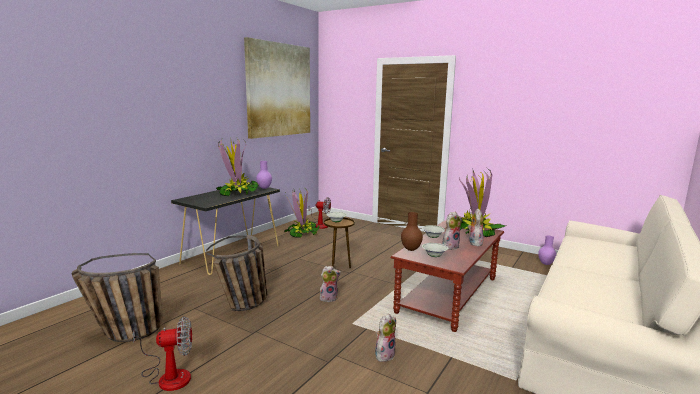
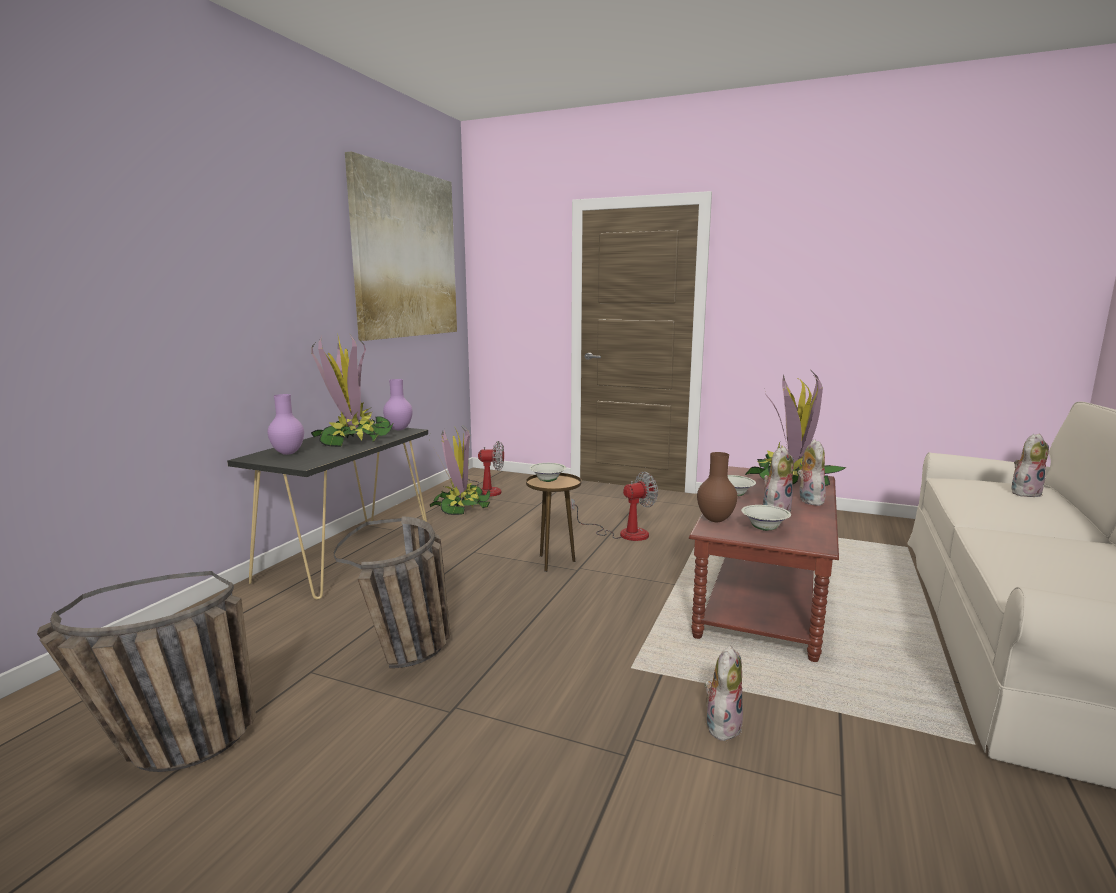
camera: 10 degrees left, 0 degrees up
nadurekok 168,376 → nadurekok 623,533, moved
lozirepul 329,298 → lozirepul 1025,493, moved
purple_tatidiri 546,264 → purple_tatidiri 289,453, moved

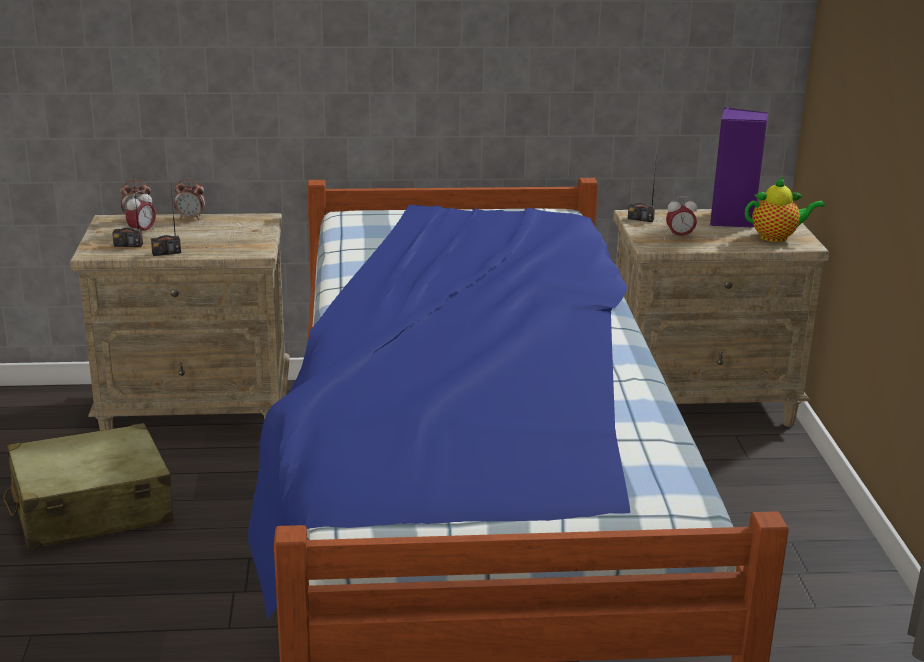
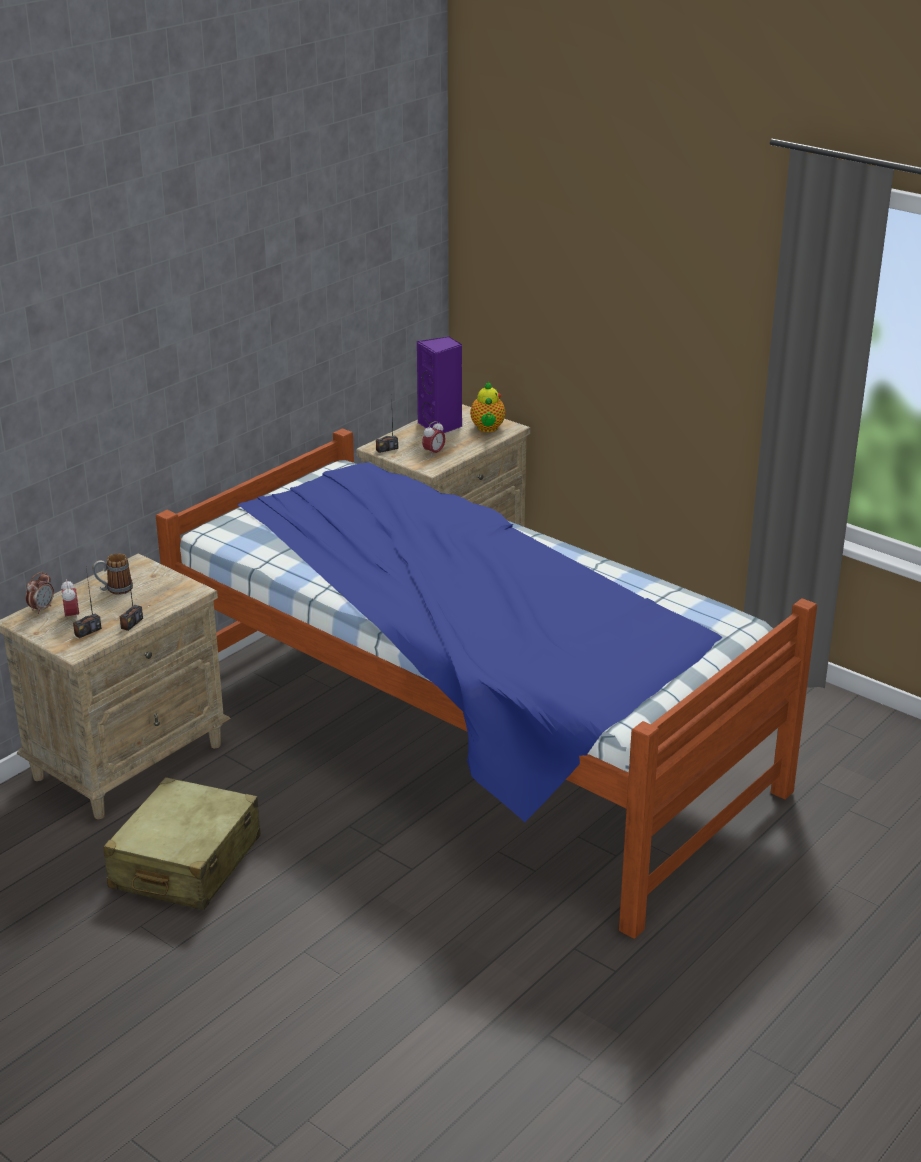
camera: 45 degrees left, 5 degrees up
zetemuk 191,218 → -
- → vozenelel 114,590
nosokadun 777,237 → nosokadun 487,429, 135 degrees clockwise

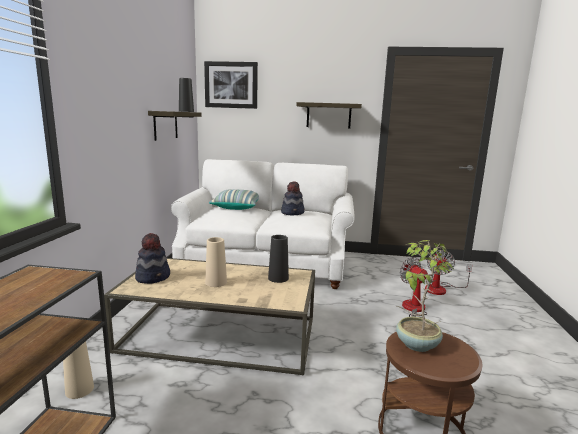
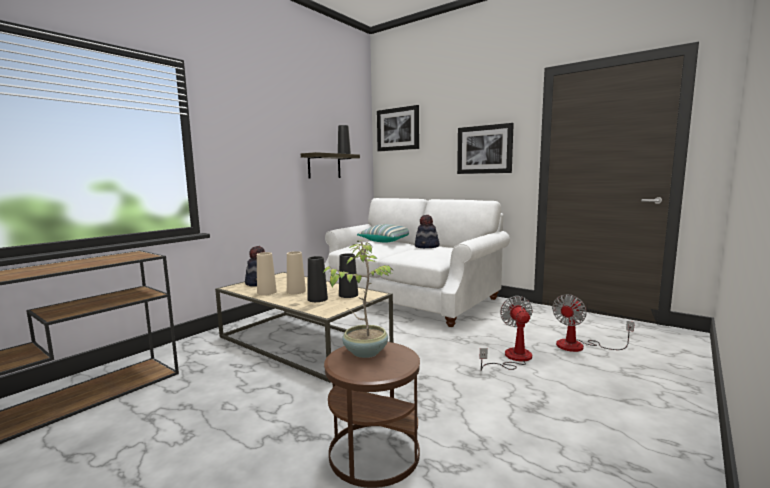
camera: 30 degrees right, 5 degrees down
- → black_tatidiri 317,299
beige_tatidiri 79,390 → beige_tatidiri 266,292, moved
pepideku 328,115 → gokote 484,149

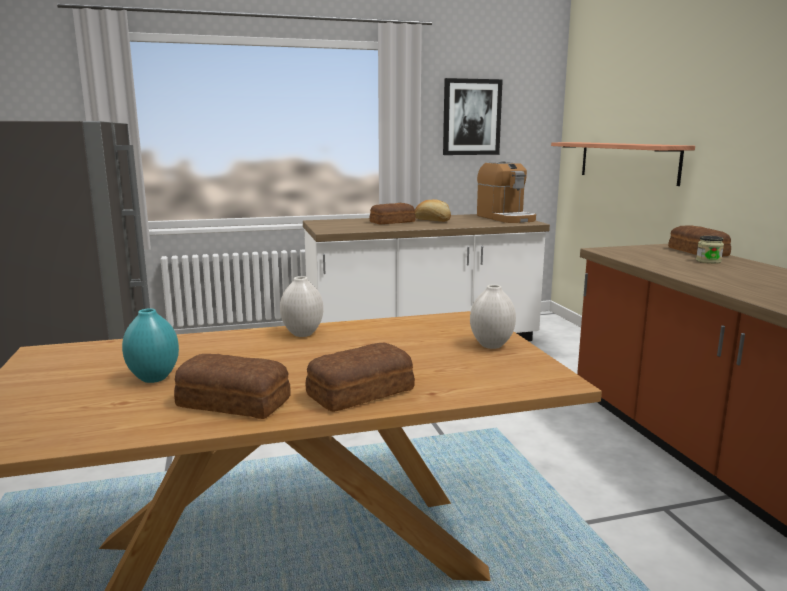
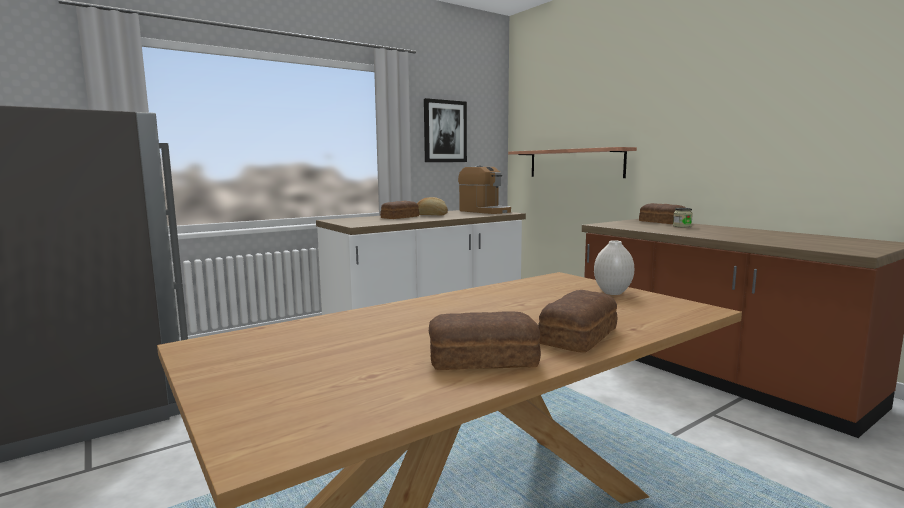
camera: 20 degrees left, 5 degrees down
turquoise_tatidiri 153,378 → -
white_tatidiri 303,334 → -

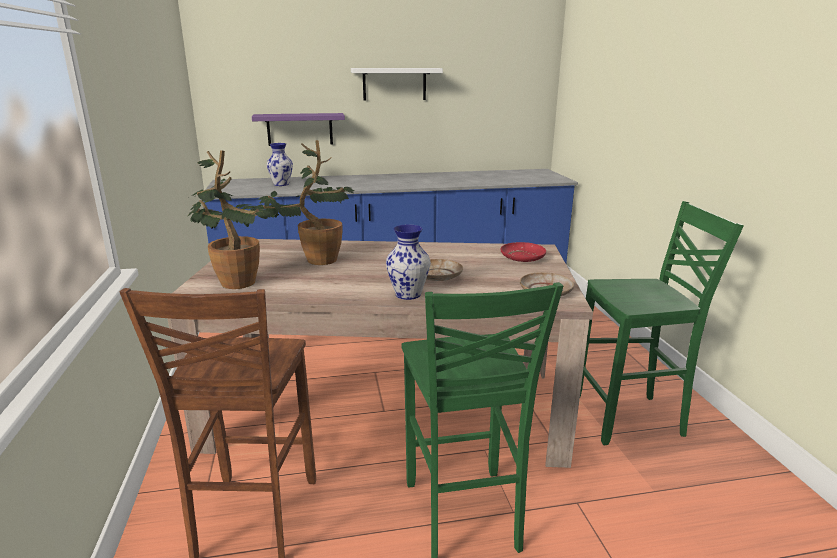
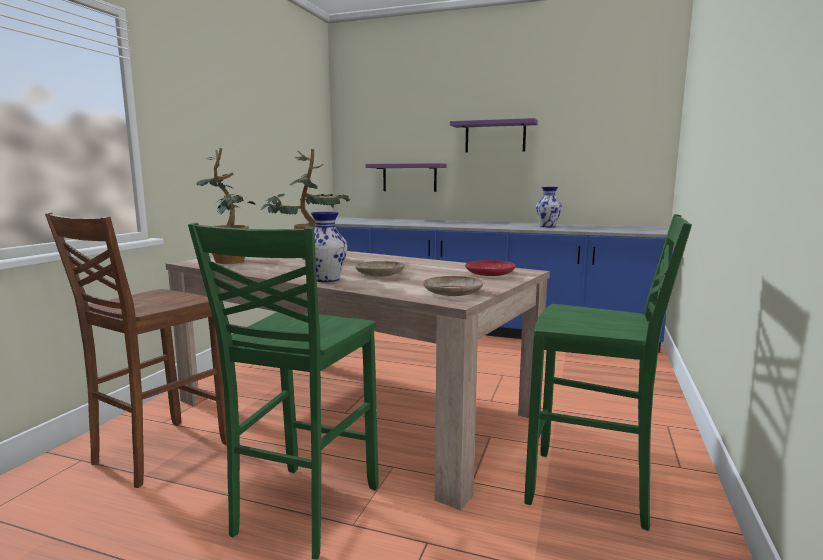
camera: 30 degrees right, 10 degrees down
tatidiri 281,184 → tatidiri 547,226, moved
white_pepideku 394,84 → purple_pepideku 495,137

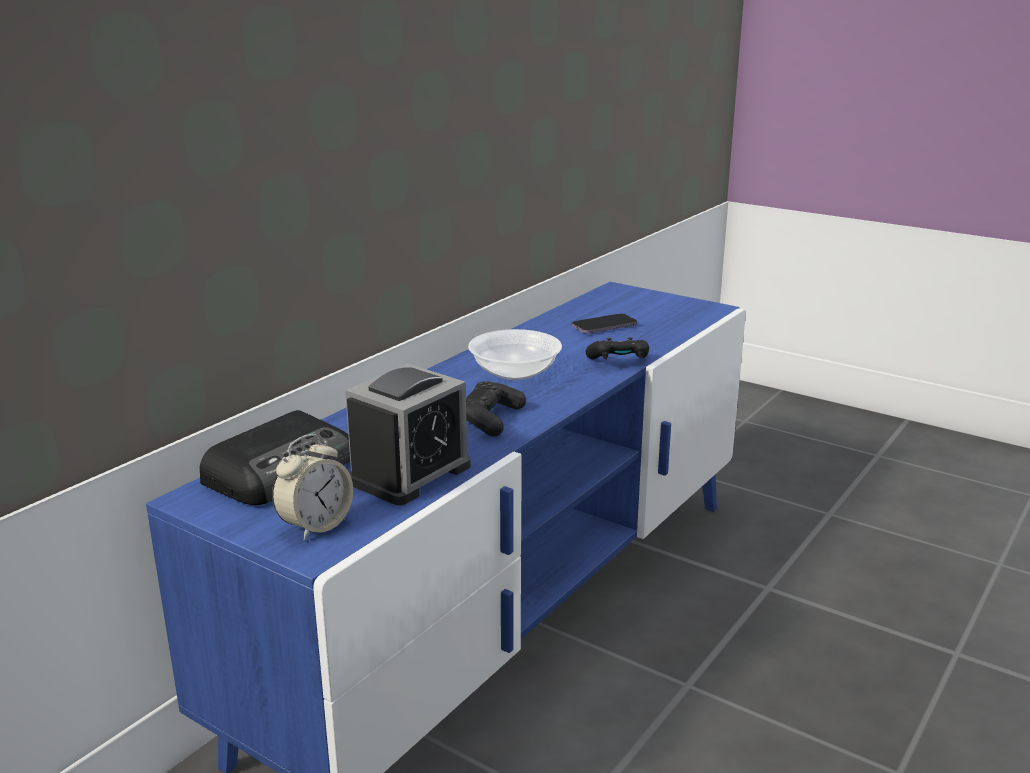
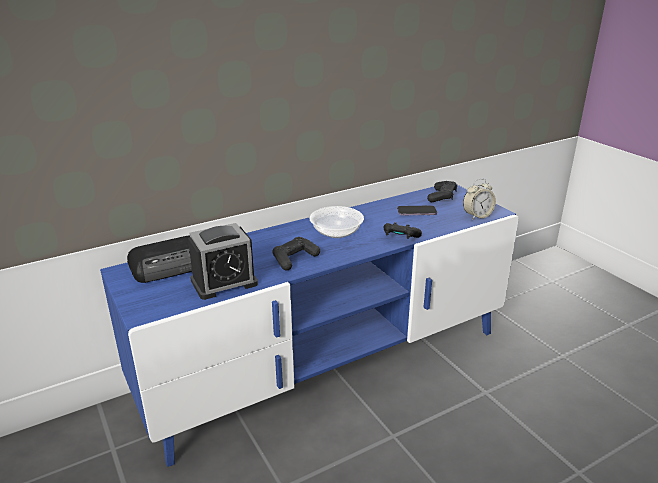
camera: 25 degrees right, 5 degrees up
- → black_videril 442,197
zetemuk 315,526 → zetemuk 477,216, moved

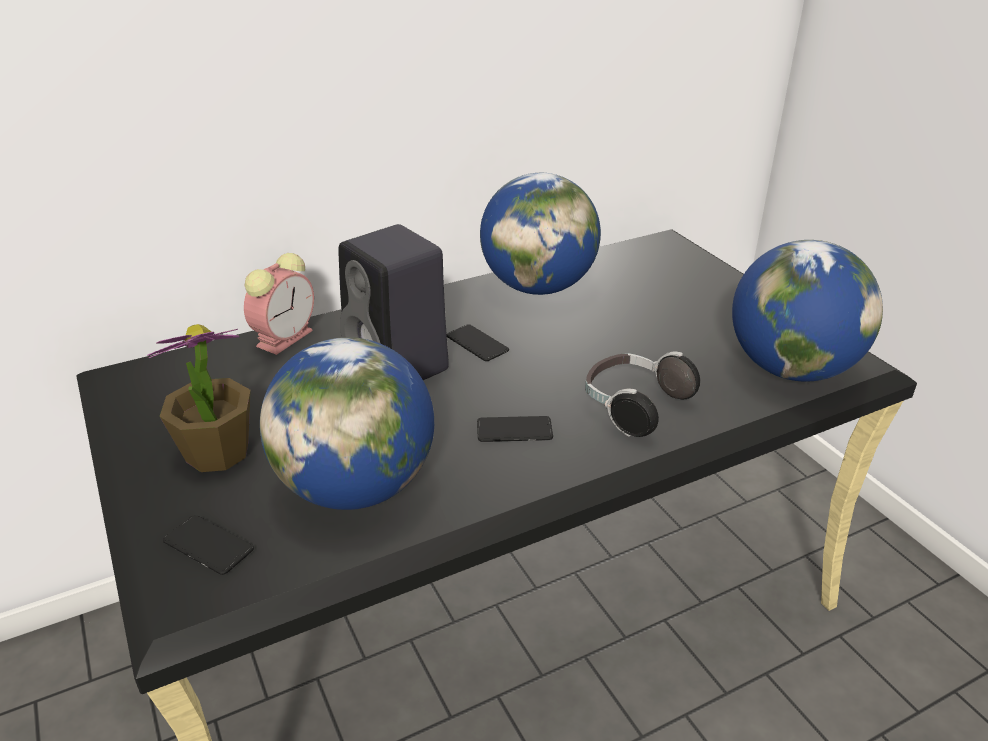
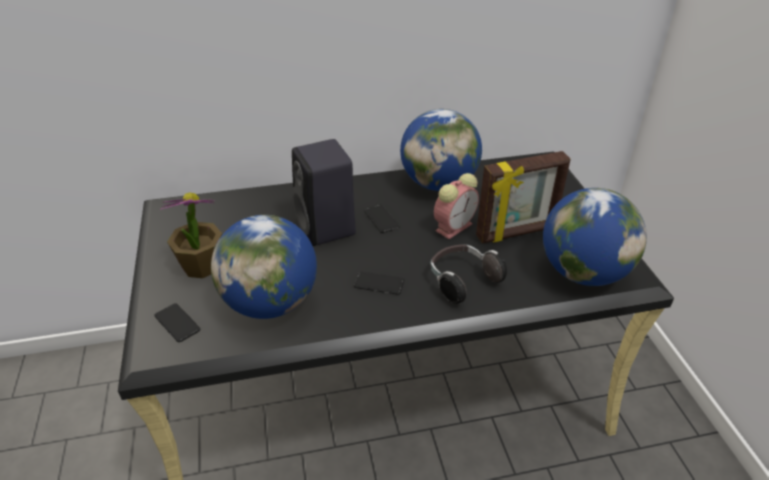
camera: 15 degrees right, 5 degrees up
- → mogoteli 516,233
zetemuk 286,337 → zetemuk 454,226, moved

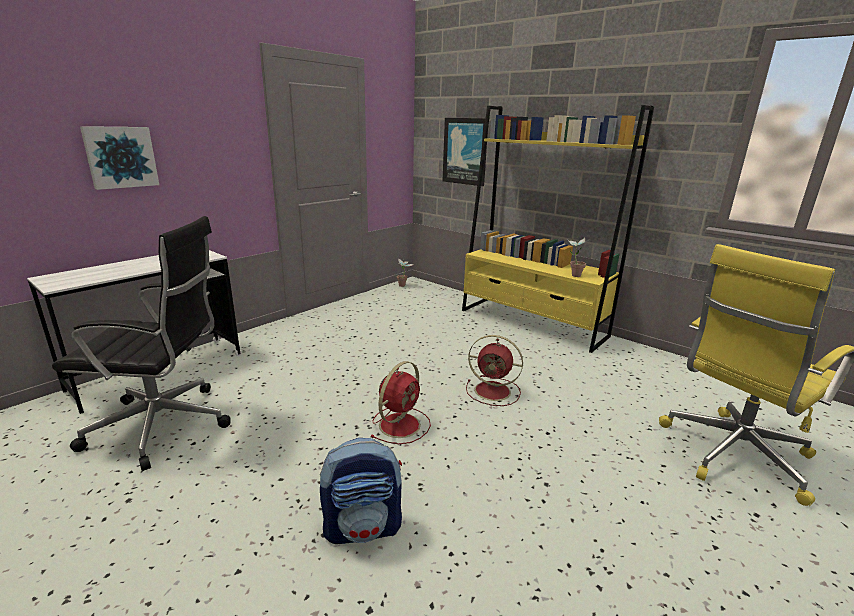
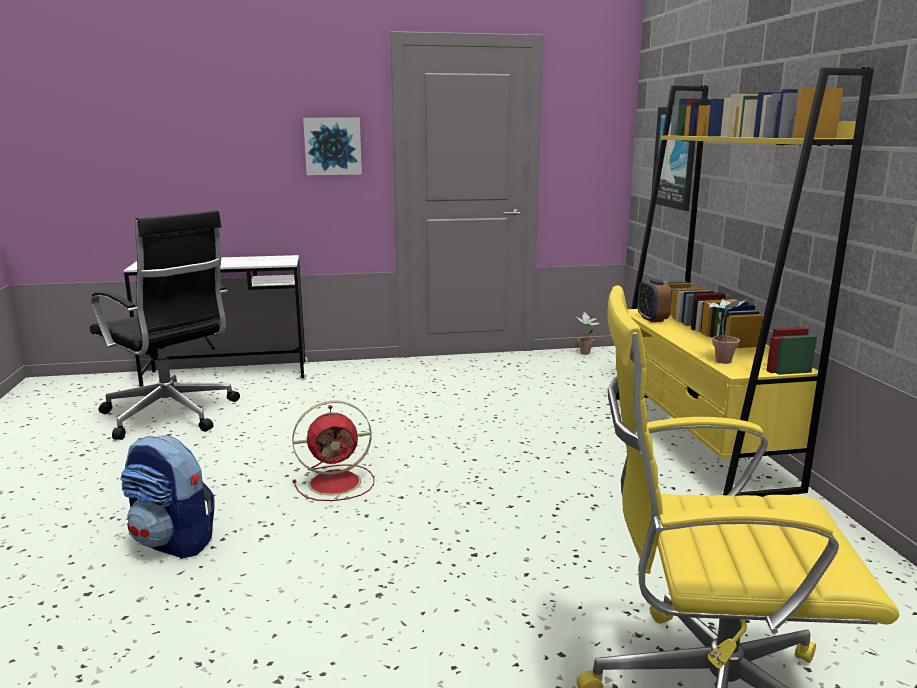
camera: 40 degrees right, 5 degrees down
red_nadurekok 494,391 → -
- → zetemuk 652,319
gokote 120,157 → gokote 332,146, moved

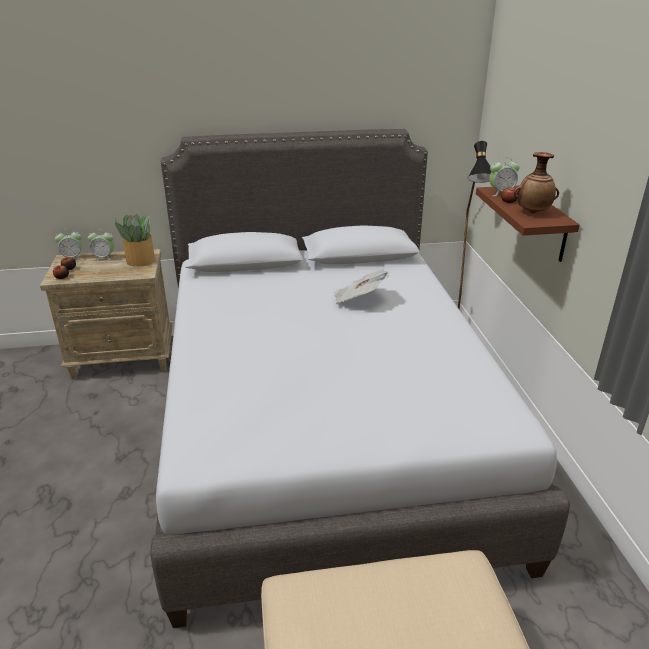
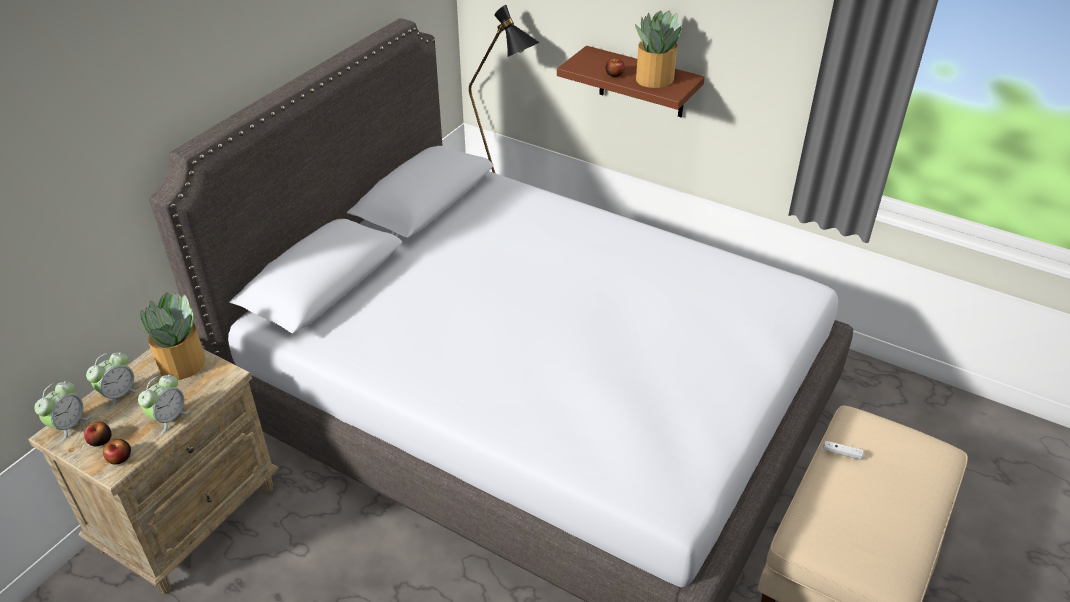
camera: 50 degrees left, 10 degrees up
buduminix 358,299 → -
- → white_videril 842,453
zetemuk 501,193 → zetemuk 169,418, moved
tatidiri 532,212 → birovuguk 653,79

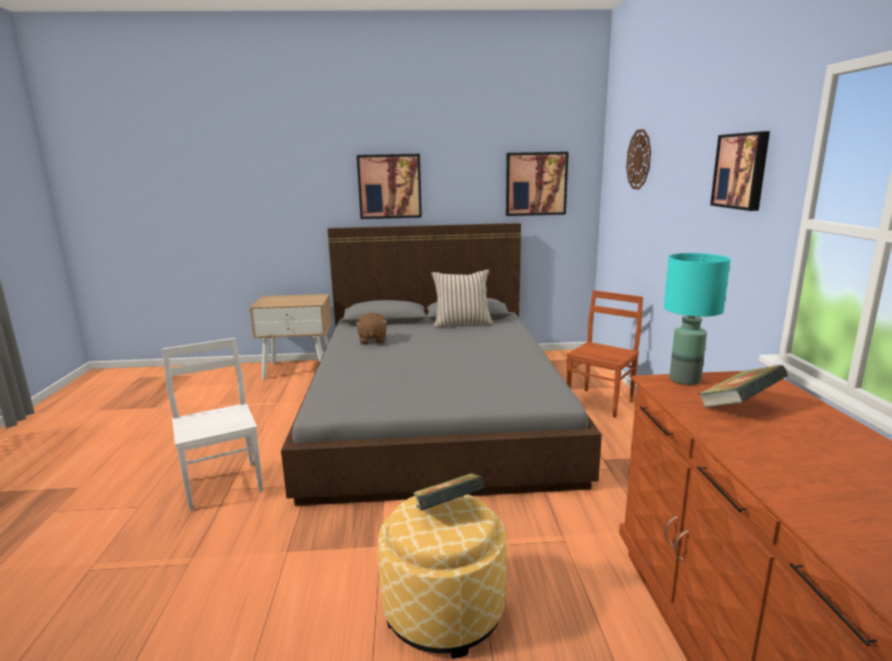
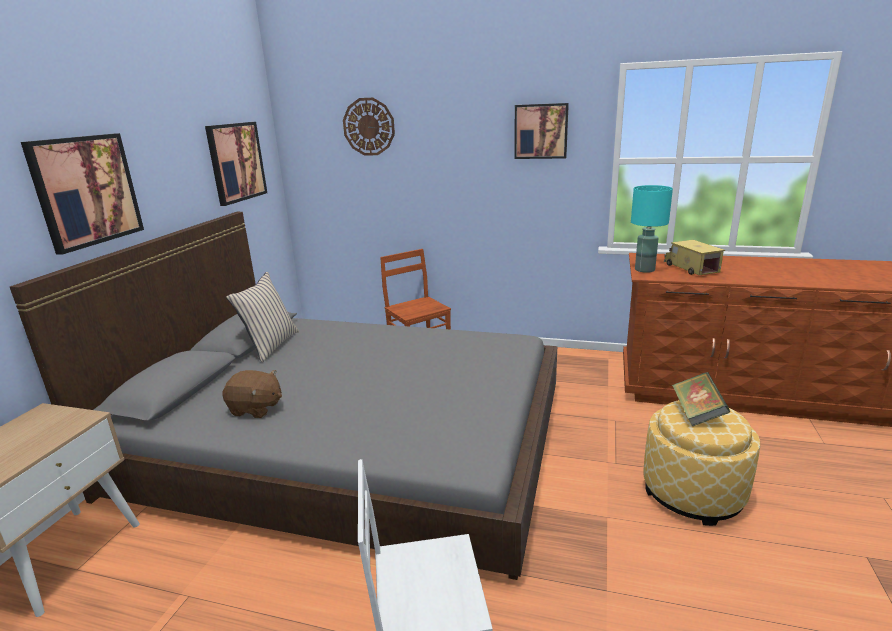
camera: 70 degrees left, 5 degrees up
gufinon 738,407 → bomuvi 691,268

